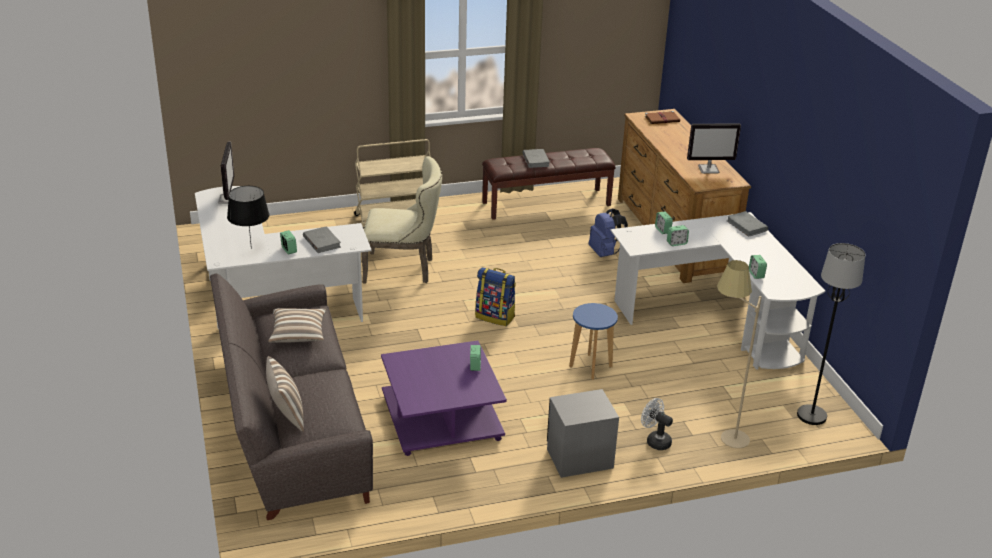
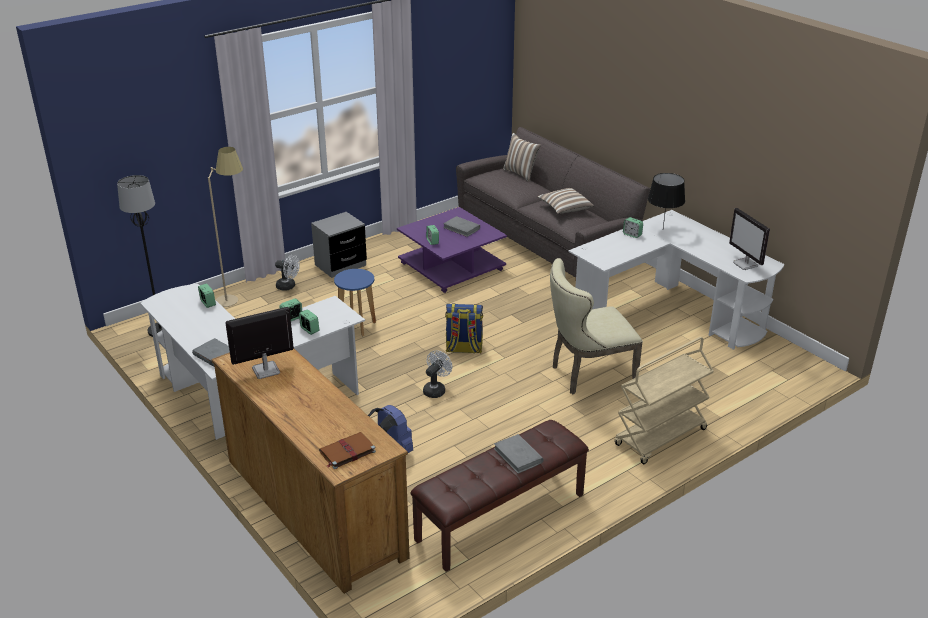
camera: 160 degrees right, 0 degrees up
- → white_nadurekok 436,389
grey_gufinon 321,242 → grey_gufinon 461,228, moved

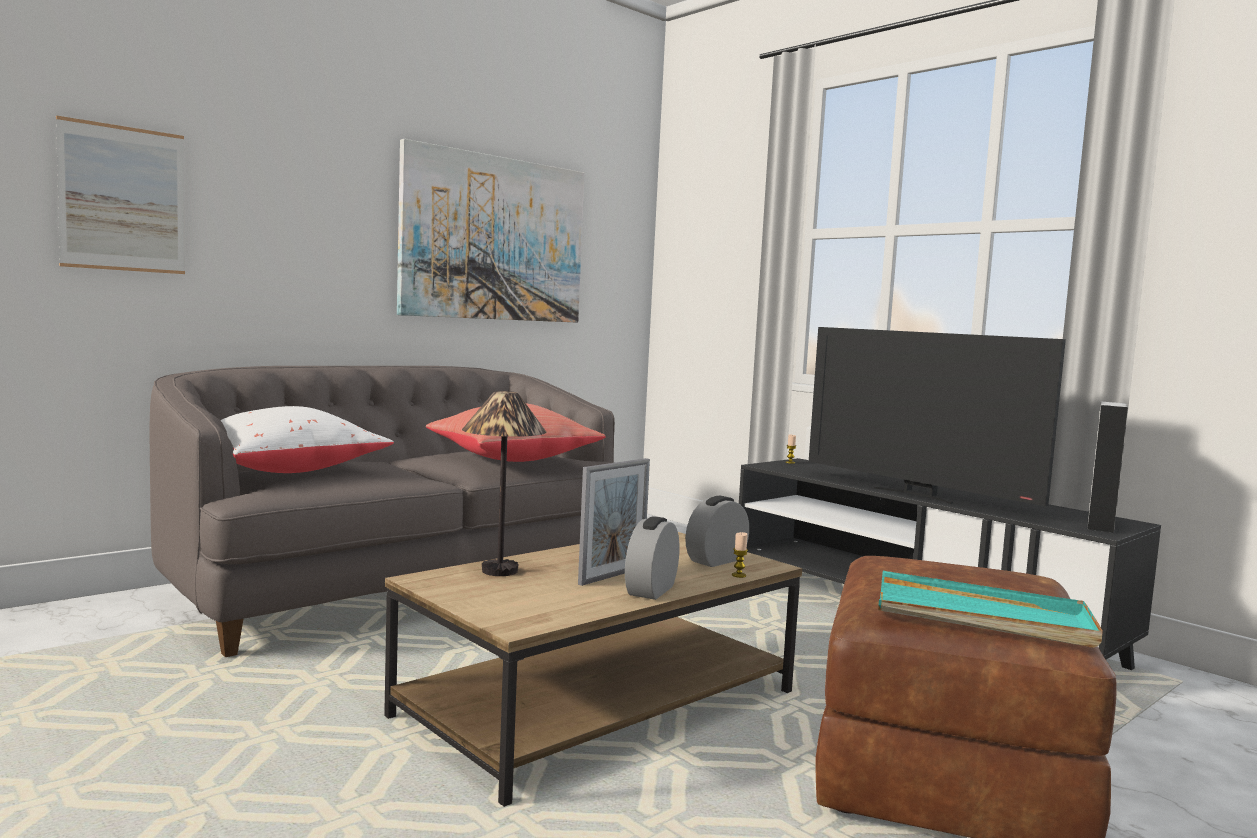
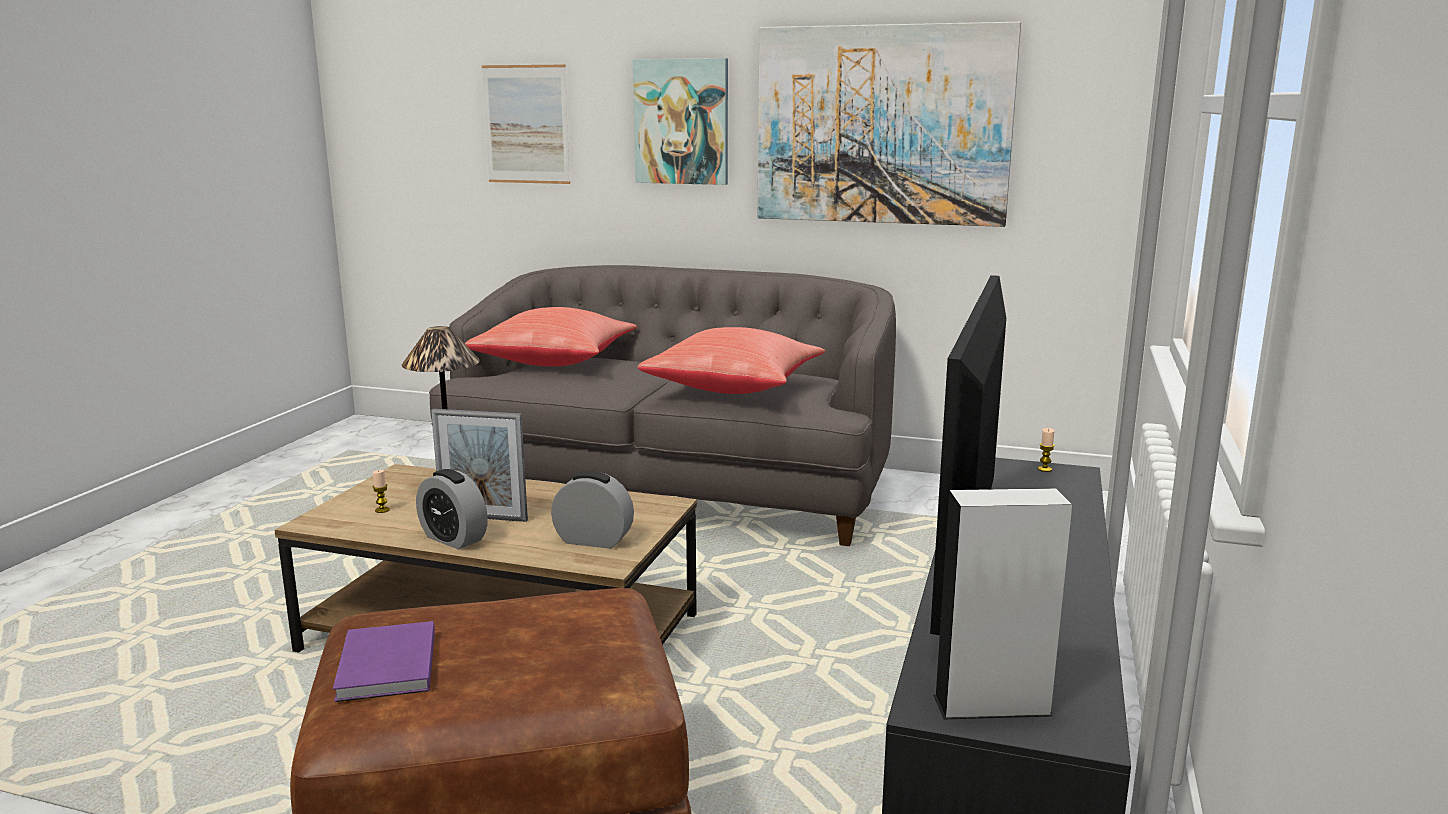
camera: 60 degrees right, 10 degrees up
- → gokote 681,122
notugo 738,575 → notugo 382,510, moved
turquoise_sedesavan 982,617 → purple_gufinon 385,668
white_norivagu 286,470 → red_norivagu 556,362
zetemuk 651,590 → zetemuk 453,539, 135 degrees counterclockwise

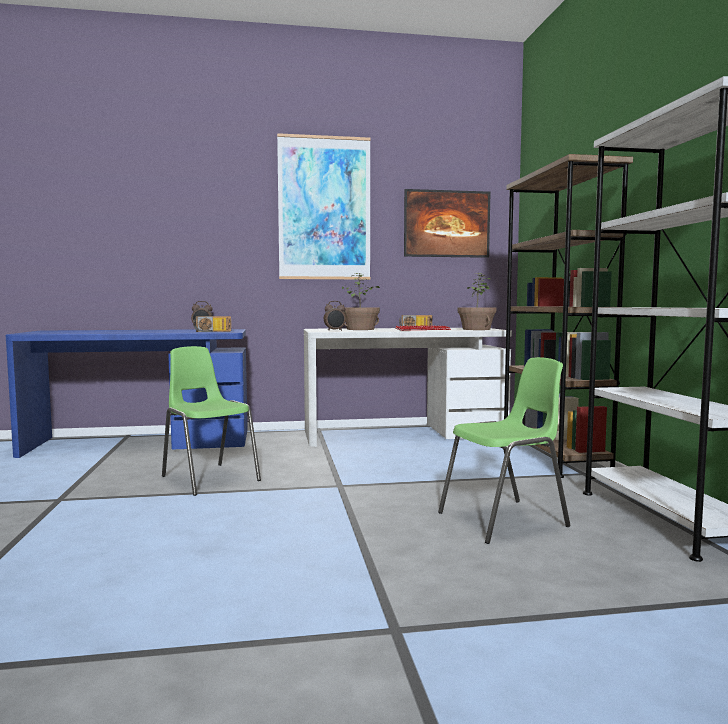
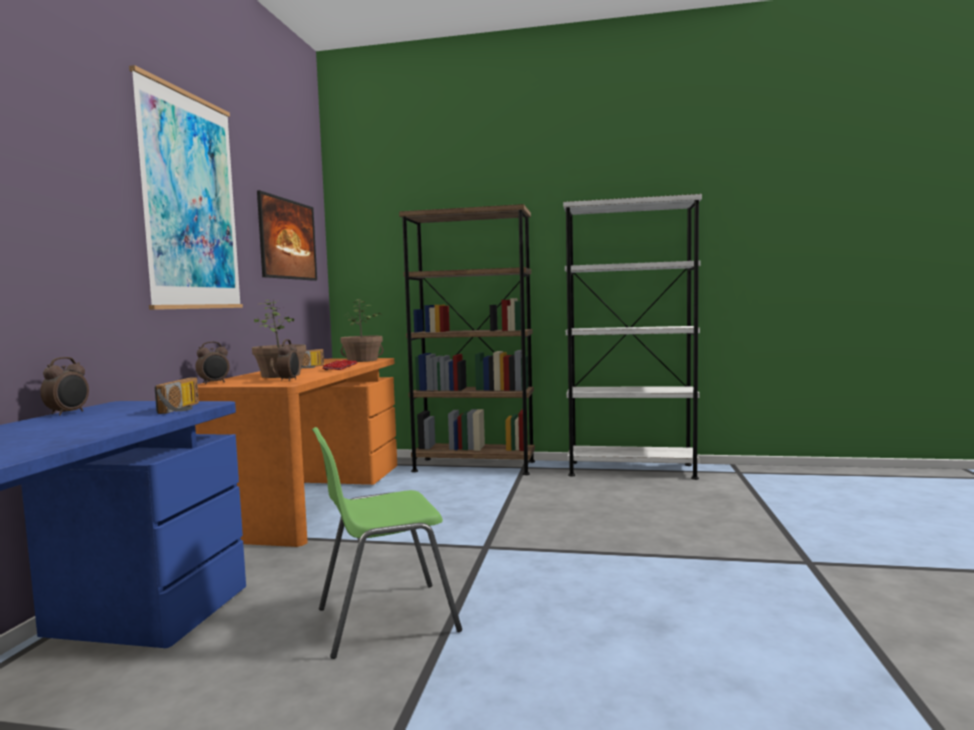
camera: 70 degrees left, 0 degrees up
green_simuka 504,520 → -
- → zetemuk 214,383
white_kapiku 403,433 → orange_kapiku 315,497

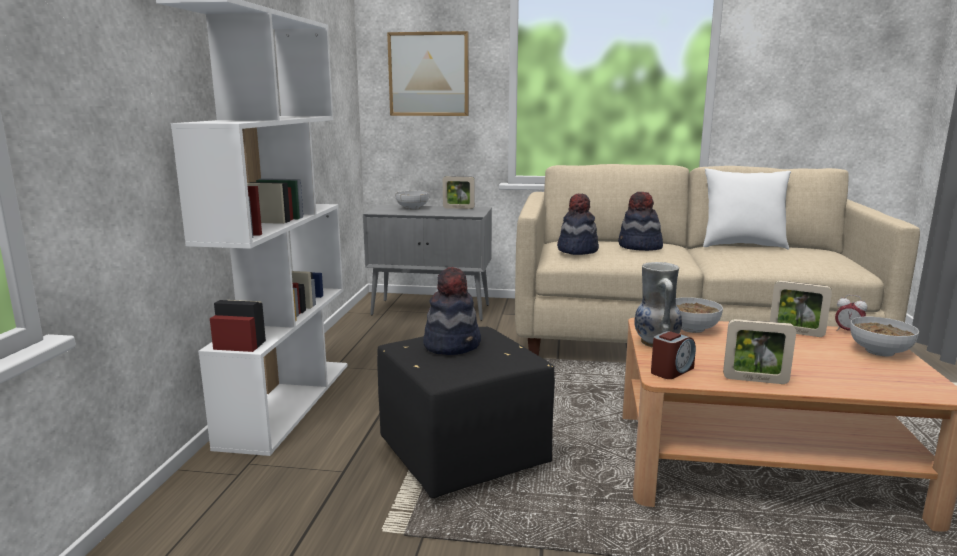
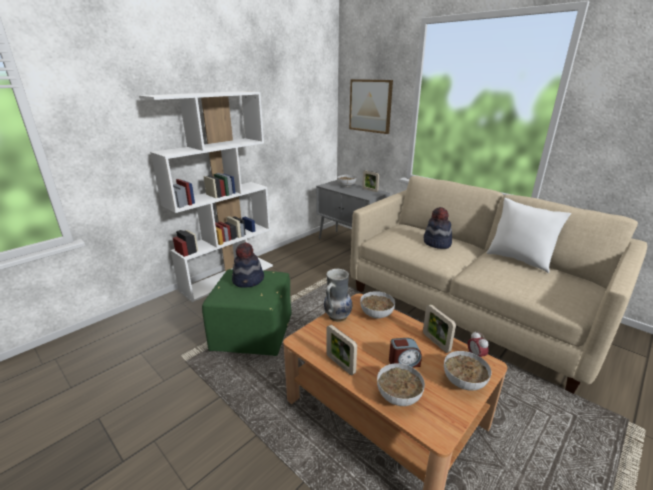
camera: 35 degrees right, 10 degrees up
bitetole 577,250 → -
- → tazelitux 398,395
zetemuk 671,370 → zetemuk 404,362, moved
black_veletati 465,456 → green_veletati 254,335

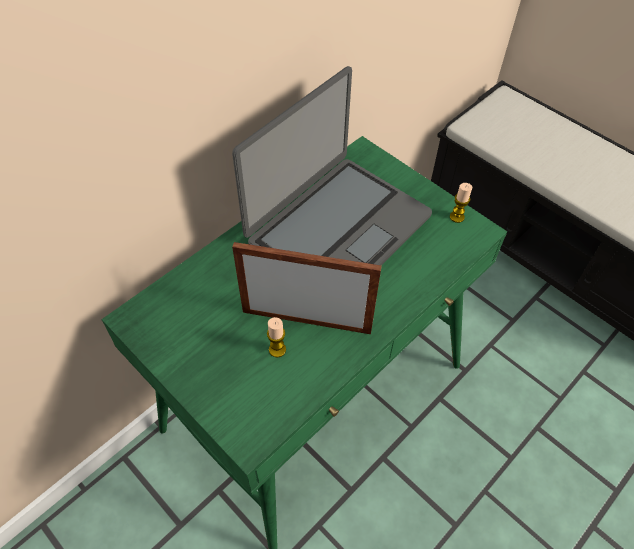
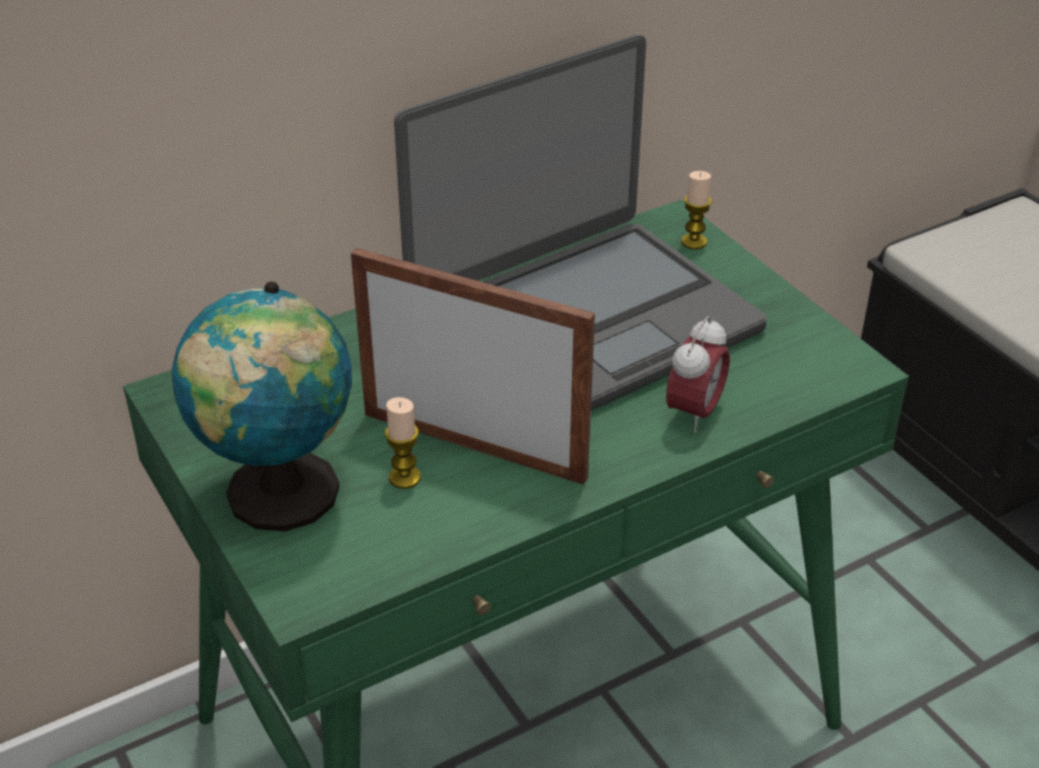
camera: 15 degrees right, 15 degrees down
- → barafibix 280,498
- → zetemuk 694,413
notugo 457,217 → notugo 694,242, moved

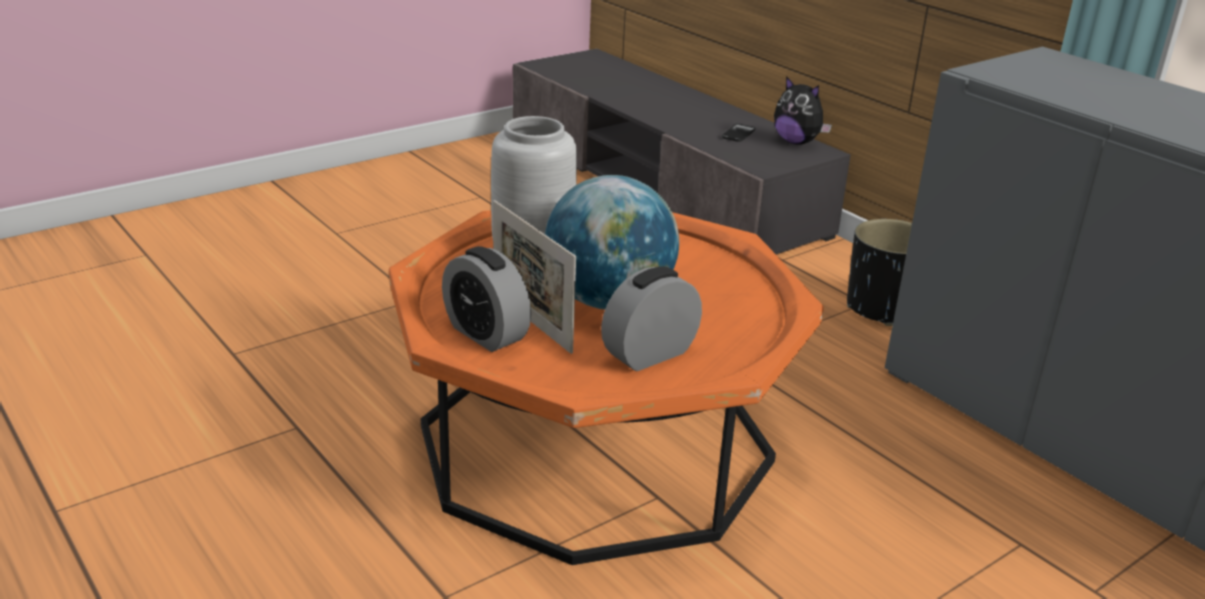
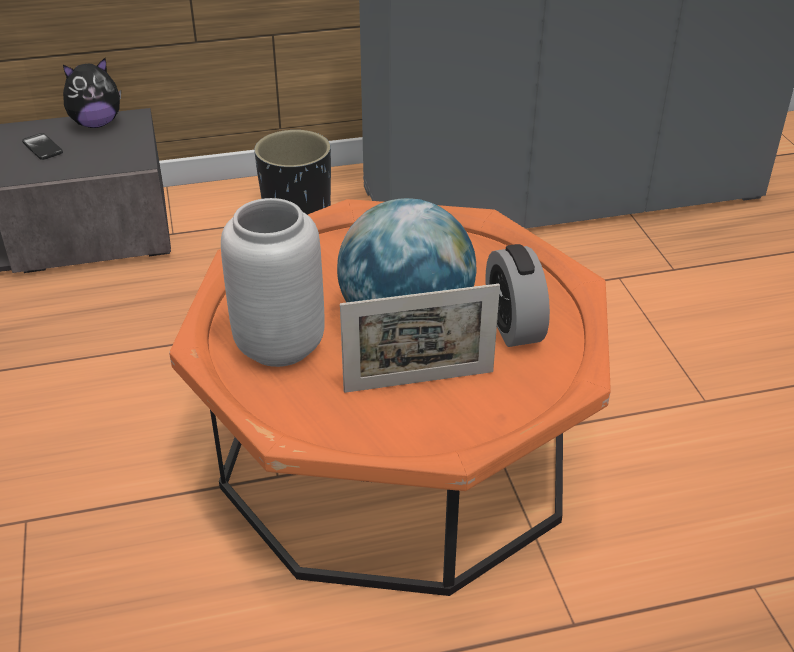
camera: 65 degrees left, 10 degrees up
zetemuk 486,334 → -

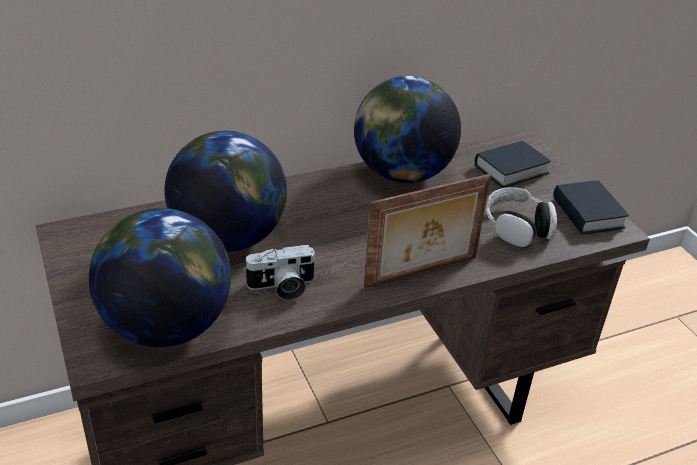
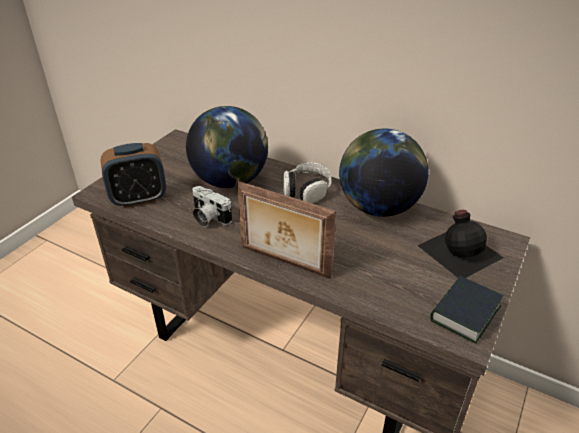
camera: 55 degrees right, 0 degrees up
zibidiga 517,227 → zibidiga 306,190, moved
barafibix 166,326 → zetemuk 139,199
gufinon 510,170 → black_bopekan 459,250

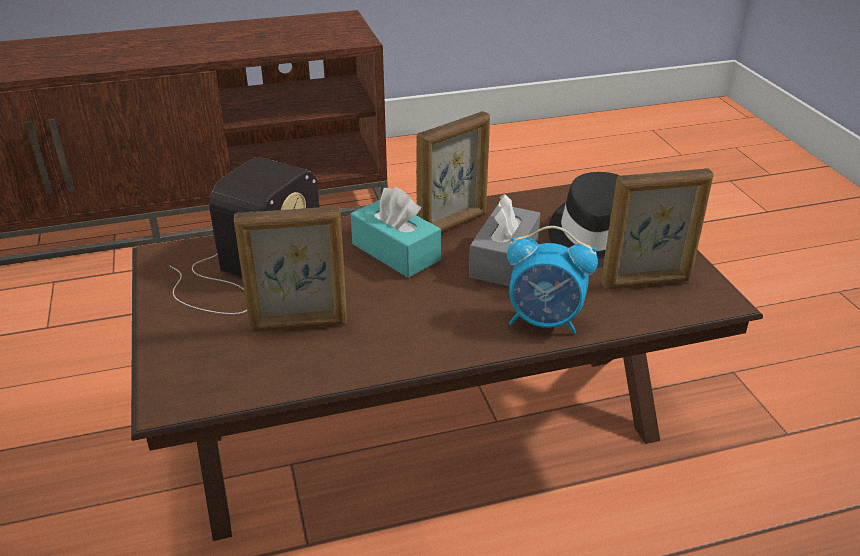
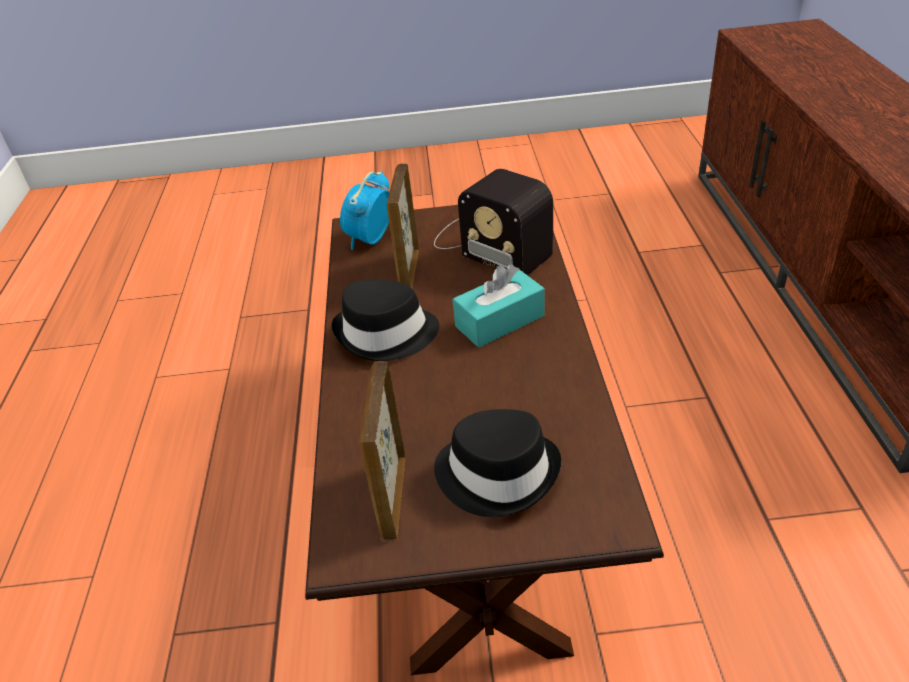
camera: 105 degrees right, 5 degrees up
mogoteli 453,225 → -
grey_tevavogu 504,260 → -
- → black_bitetole 386,334
zetemuk 545,321 → zetemuk 370,240, moved

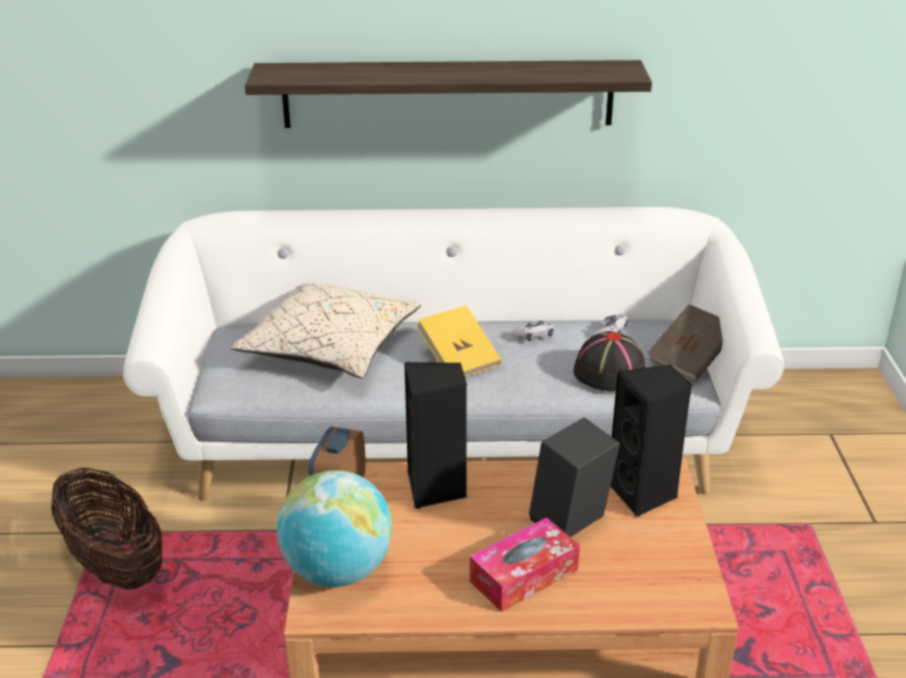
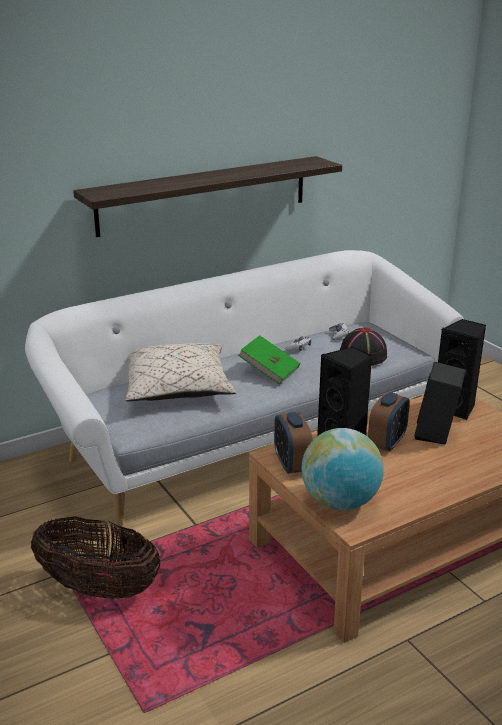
camera: 30 degrees left, 5 degrees down
tevavogu 524,575 → -
brown_gufinon 690,359 → -
- → zetemuk 387,442
yellow_gufinon 459,359 → green_gufinon 269,371

